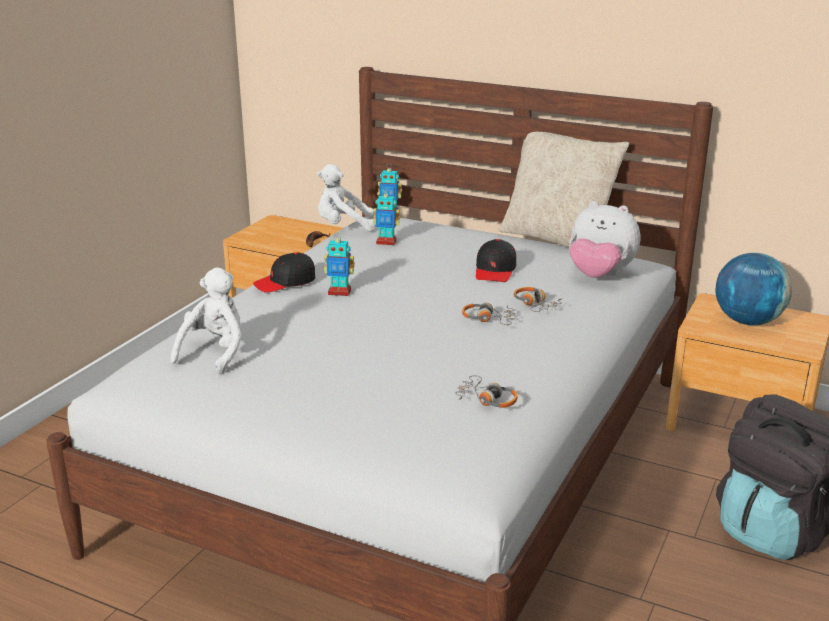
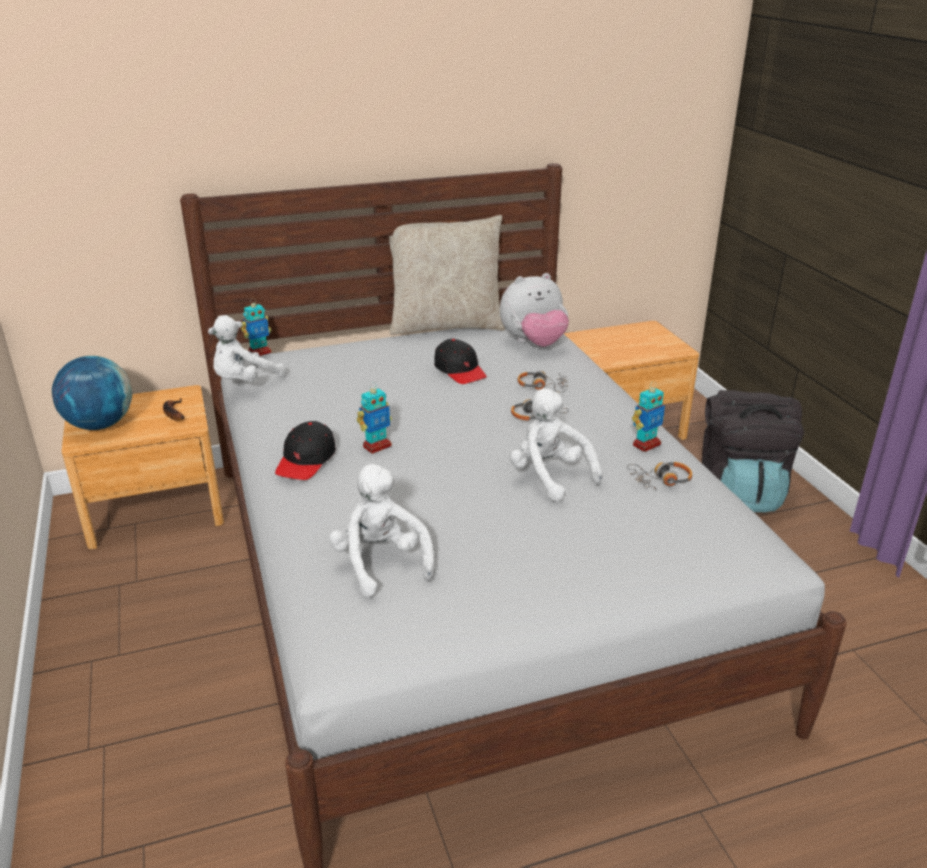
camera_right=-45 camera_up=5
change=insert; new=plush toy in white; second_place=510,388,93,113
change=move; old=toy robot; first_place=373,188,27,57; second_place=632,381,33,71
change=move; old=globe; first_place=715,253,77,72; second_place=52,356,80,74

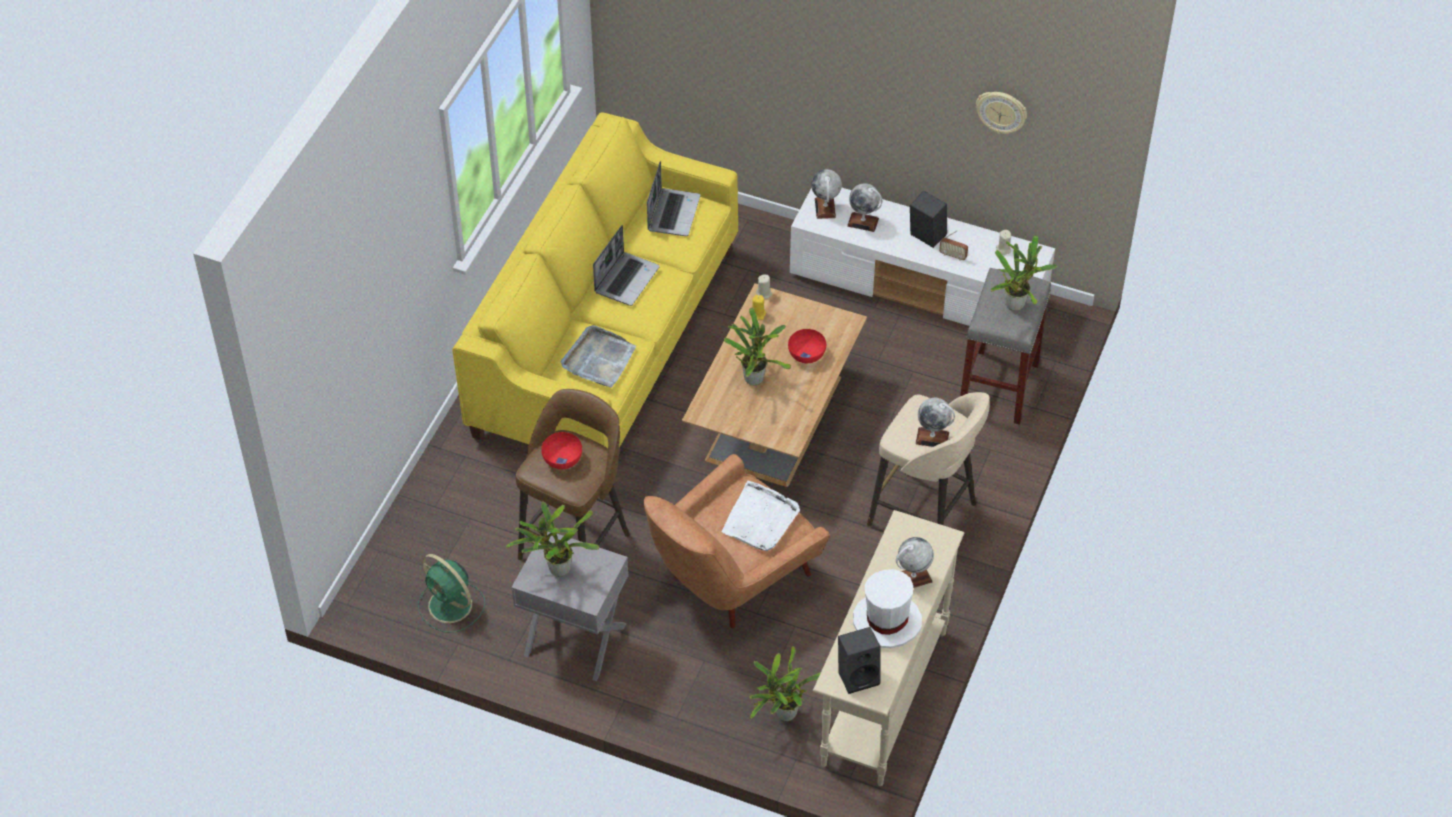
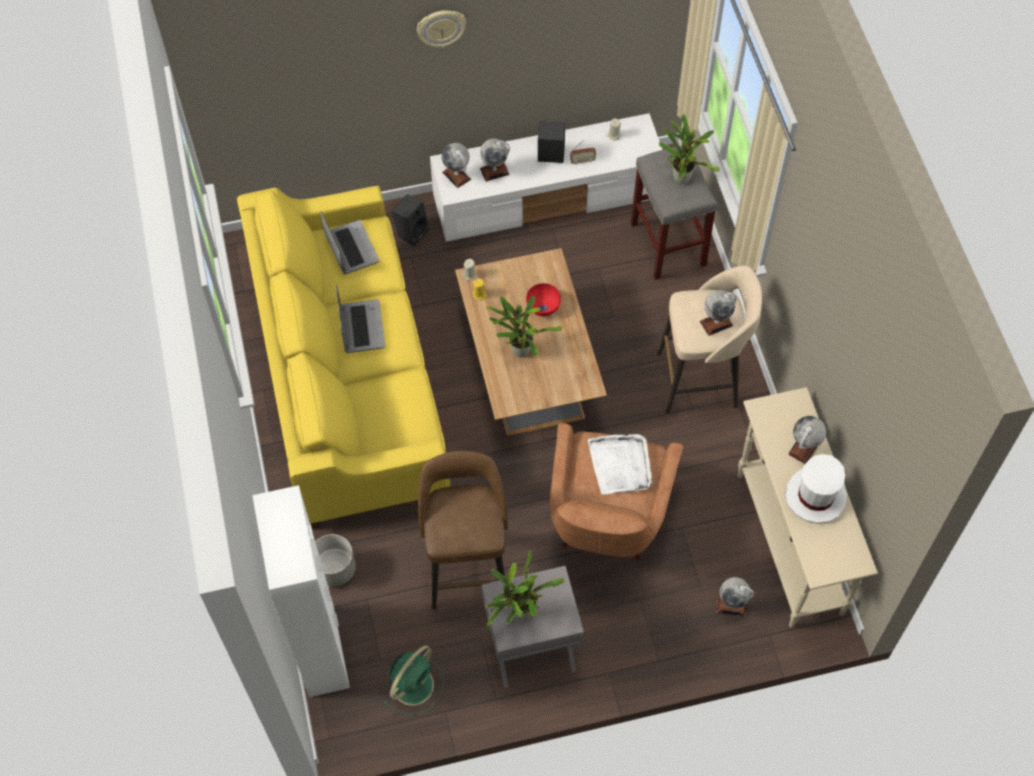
camera_right=-35 camera_up=10
change=delete; old=bowl in red; first_place=541,432,41,37
change=delete; old=tray in grey; first_place=561,325,75,63
change=insert; new=cabinet in white; second_place=252,485,98,212
change=insert; new=planter in grey; second_place=315,534,41,53
change=move; old=speaker in black; first_place=838,627,43,67; second_place=392,194,37,52
change=move; old=wall clock; first_place=976,92,51,42; second_place=417,10,49,38
change=replace; old=potted plant; new=globe; first_place=750,646,71,75; second_place=717,577,37,39
change=rotate; old=fan in green; first_place=418,554,67,79; second_place=384,645,60,70; degrees=-60

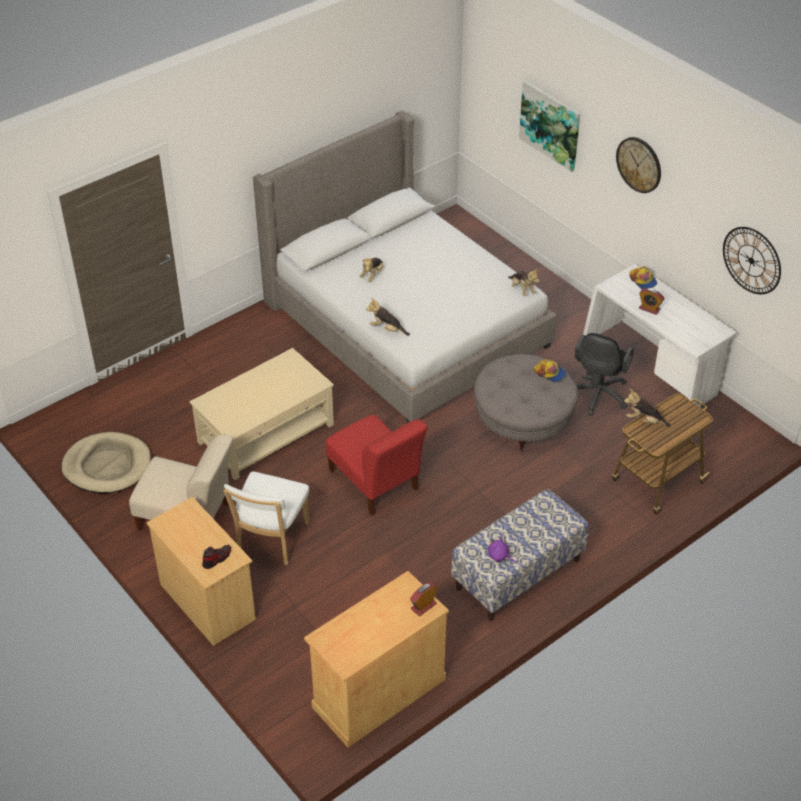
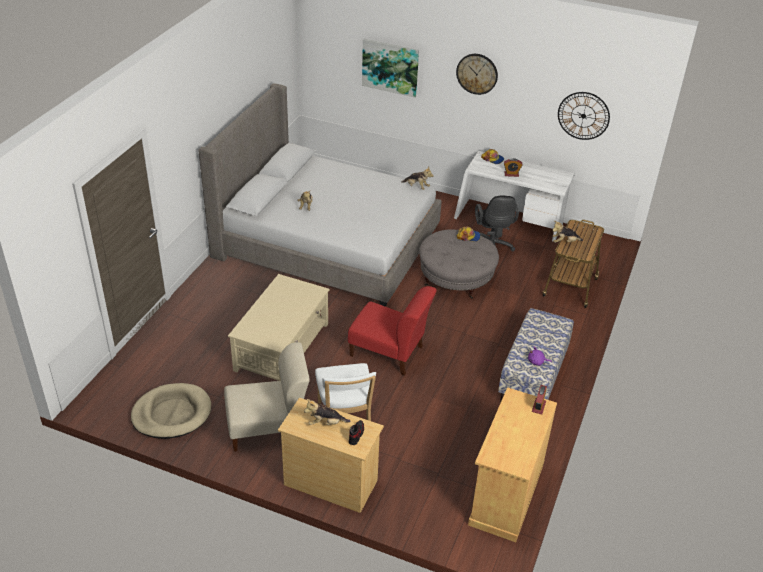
camera_right=-30 camera_up=-5
change=move; old=plush toy; first_place=366,298,44,37; second_place=304,399,46,26

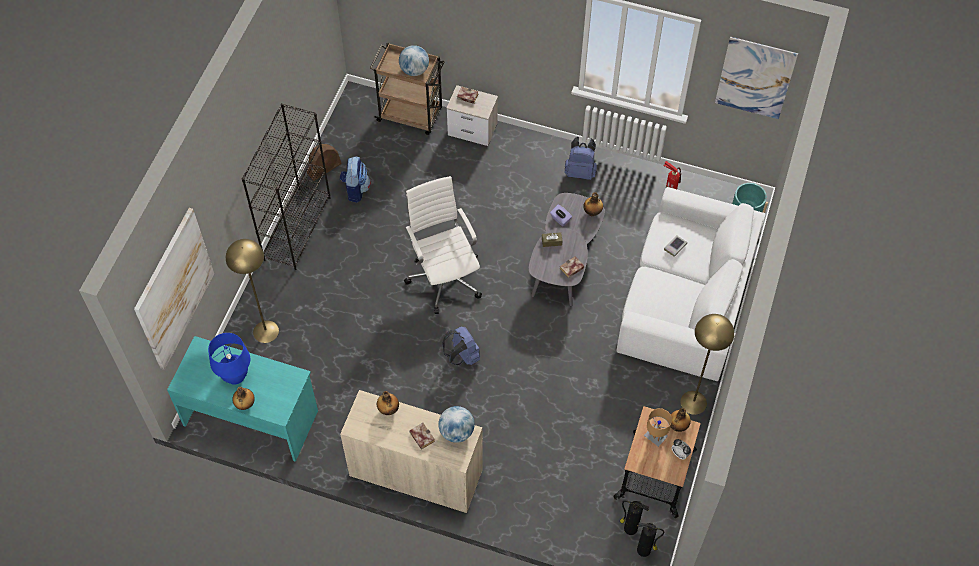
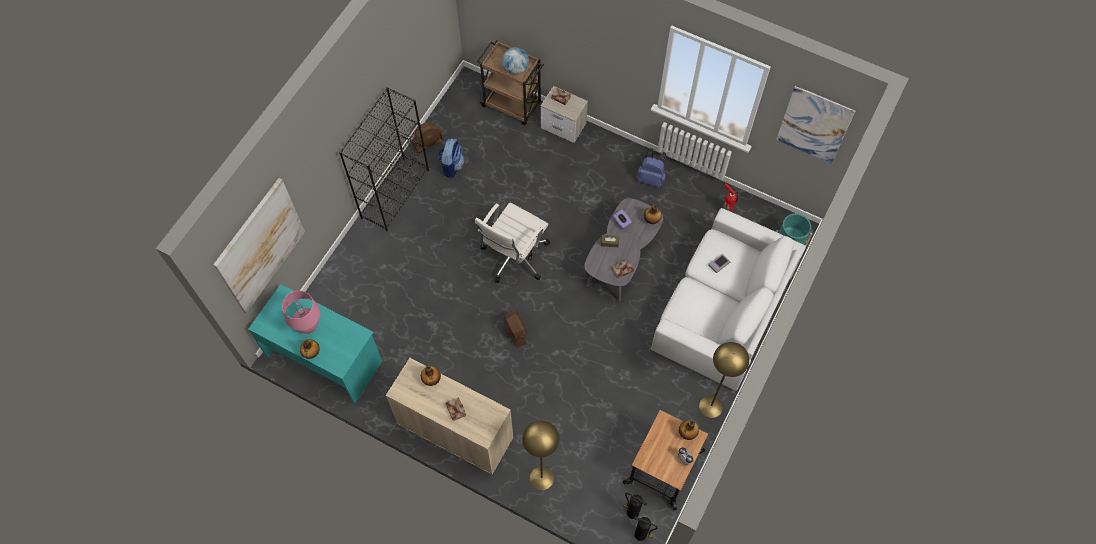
camera_right=10 camera_up=5
change=delete; old=globe; first_place=438,406,37,37
change=delete; old=table lamp in brown; first_place=644,408,28,39
change=move; old=floor lamp in yellow; first_place=226,239,53,104; second_place=522,420,38,70
change=replace; old=backpack in blue; new=fan in brown; first_place=442,326,38,39; second_place=504,310,23,38
change=recolor; old=table lamp in blue; new=table lamp in pink; first_place=208,333,42,52; second_place=282,291,38,43
change=rotate; old=office chair in white; first_place=404,176,78,138; second_place=475,203,75,80; degrees=-135

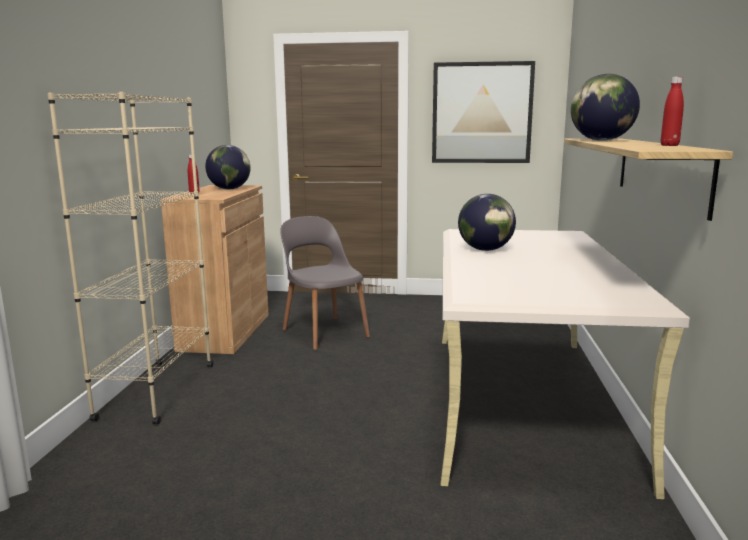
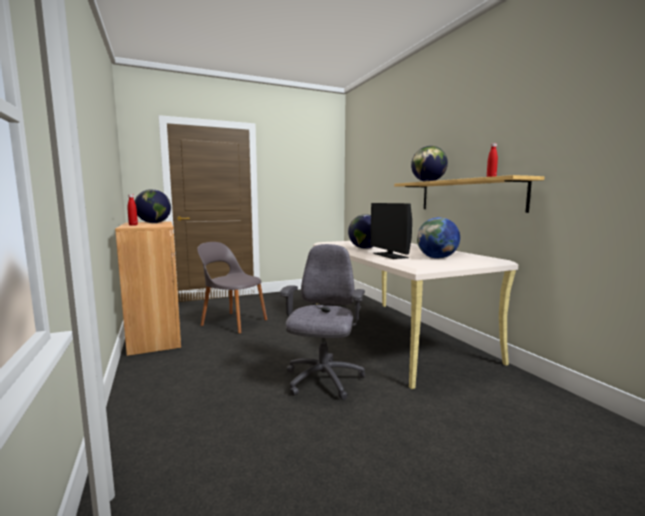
camera_right=-30 camera_up=-5
change=delete; old=bookcase in beige; first_place=47,92,167,332
change=delete; old=picture; first_place=432,61,103,102
change=insert; new=office chair in grey; second_place=280,244,85,156
change=insert; new=monitor; second_place=370,203,42,56
change=insert; new=globe; second_place=417,217,43,42

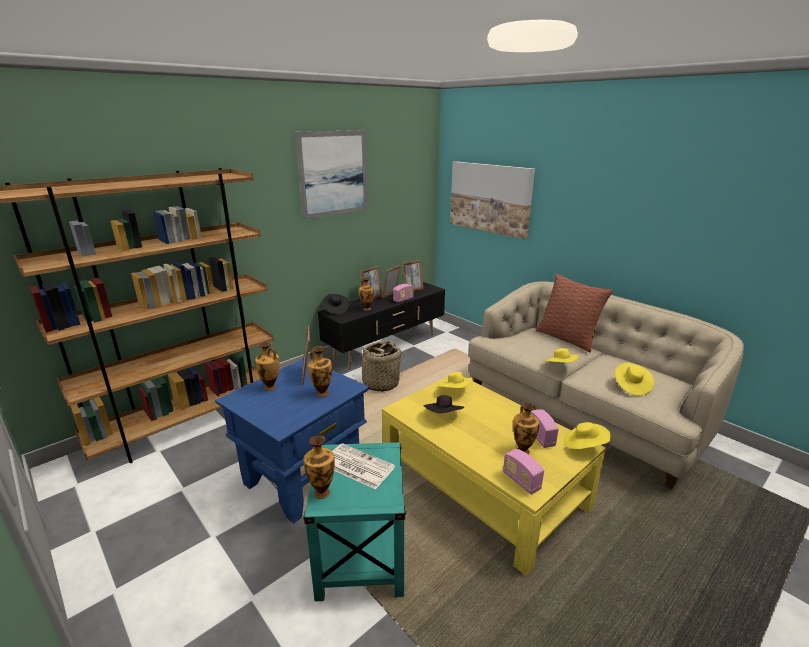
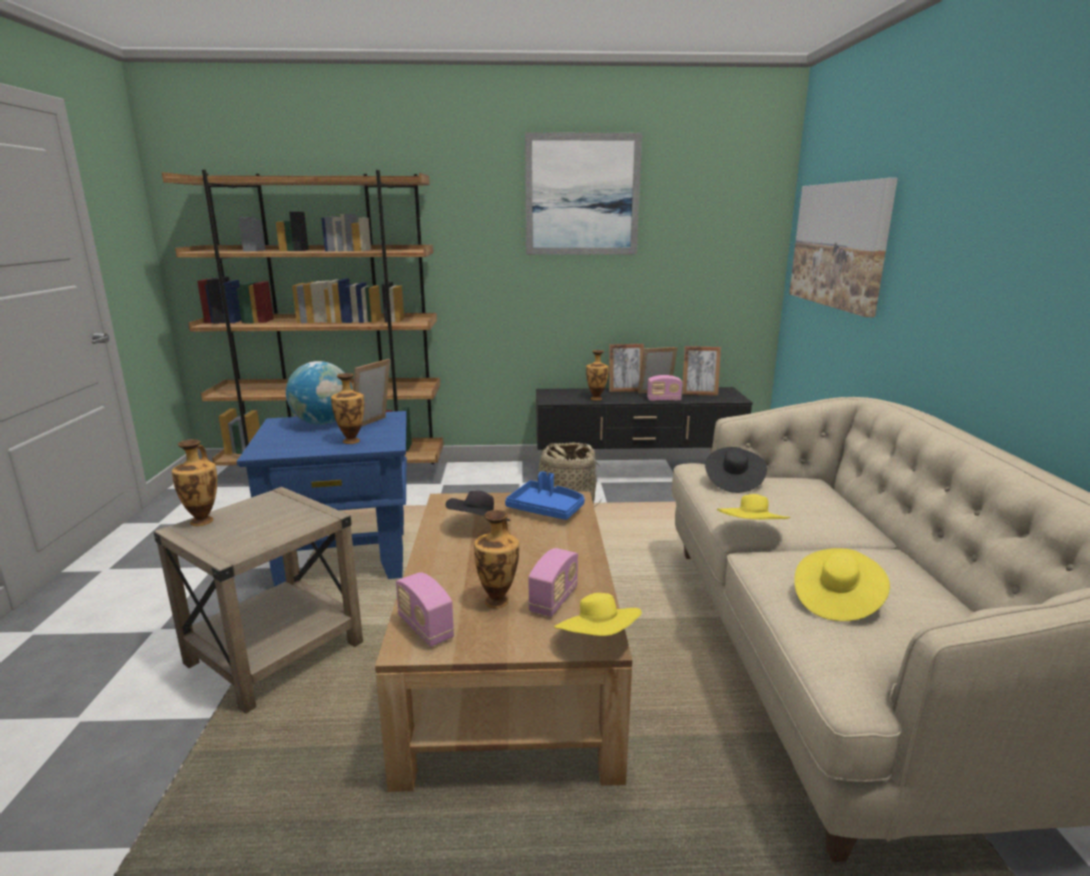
camera_right=40 camera_up=-5
change=delete; old=newspaper; first_place=332,443,63,46
change=delete; old=pillow; first_place=536,274,77,78
change=move; old=hat in black; first_place=322,294,27,20; second_place=705,447,62,46
change=replace; old=vase; new=globe; first_place=255,341,25,50; second_place=286,361,67,64
change=replace; old=hat in yellow; new=tray in blue; first_place=437,372,37,16; second_place=505,471,80,49
change=recolor; old=side table in turquoise; new=side table in beige; first_place=303,442,103,159; second_place=154,487,209,227
change=recolor; old=coffee table in yellow; new=coffee table in brown; first_place=382,376,224,200; second_place=375,491,257,301
change=rotate; old=radio; first_place=503,449,41,45; second_place=396,572,58,75; degrees=-45

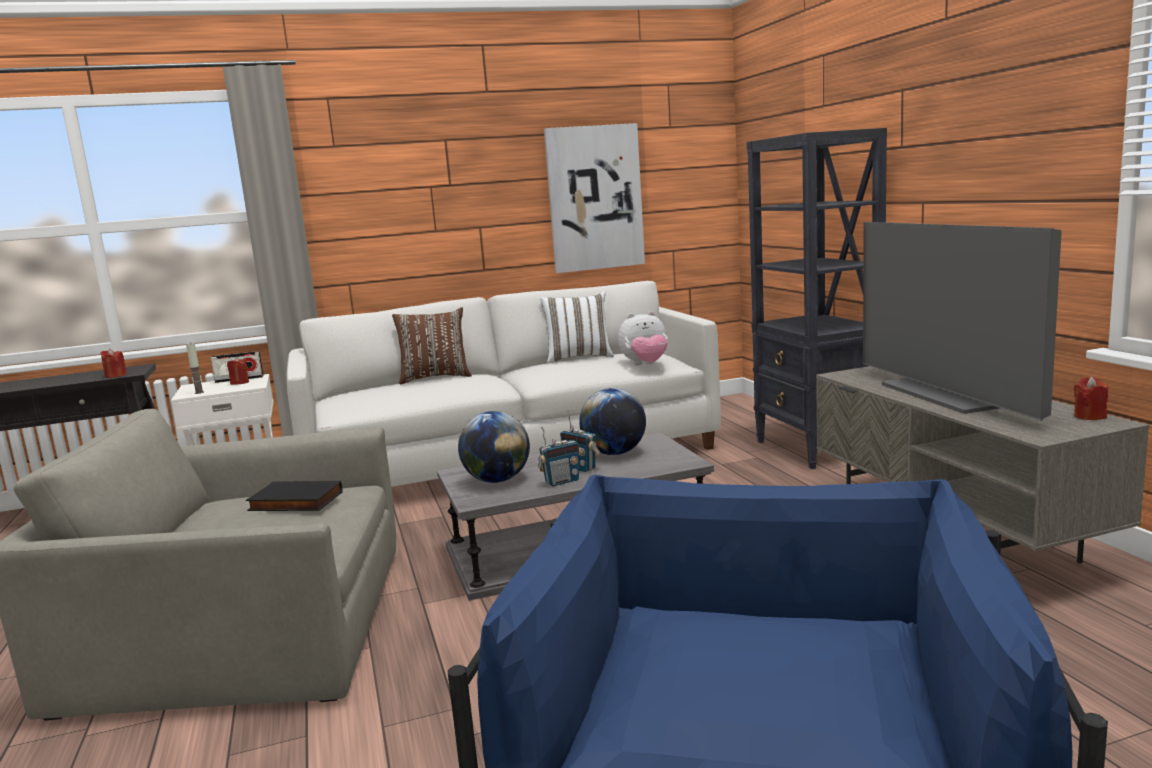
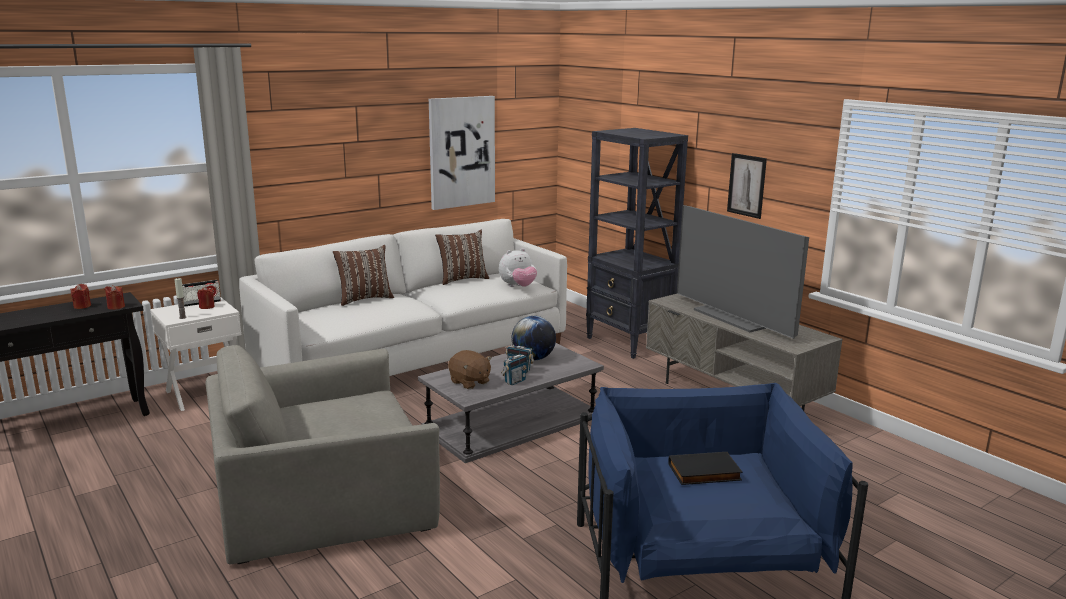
camera_right=-20 camera_up=5
change=insert; new=picture; second_place=727,153,40,66
change=move; old=book in black; first_place=246,481,97,30; second_place=668,452,75,33
change=move; old=candle in red; first_place=1074,376,34,44; second_place=70,284,21,25
change=replace; old=globe; new=plush toy in brown; first_place=458,411,72,72; second_place=448,350,44,39
change=recolor; old=pillow in white; new=pillow in brown; first_place=540,291,74,72; second_place=435,230,54,55

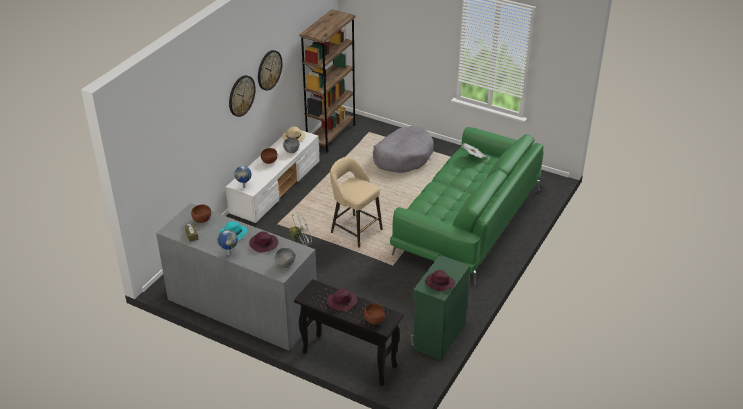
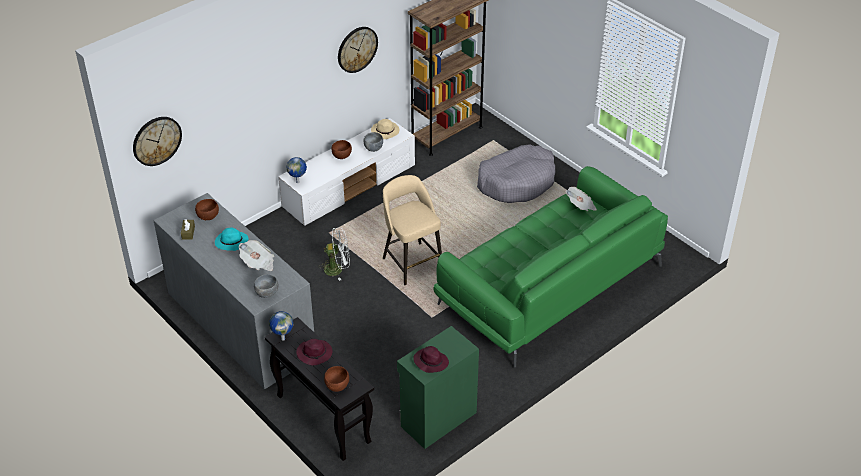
camera_right=20 camera_up=5
change=move; old=globe; first_place=218,230,20,25; second_place=269,311,24,29
change=move; old=wall clock; first_place=229,75,27,42; second_place=133,117,49,49
change=replace; old=hat in purple; new=newspaper; first_place=249,231,29,22; second_place=239,240,35,31

